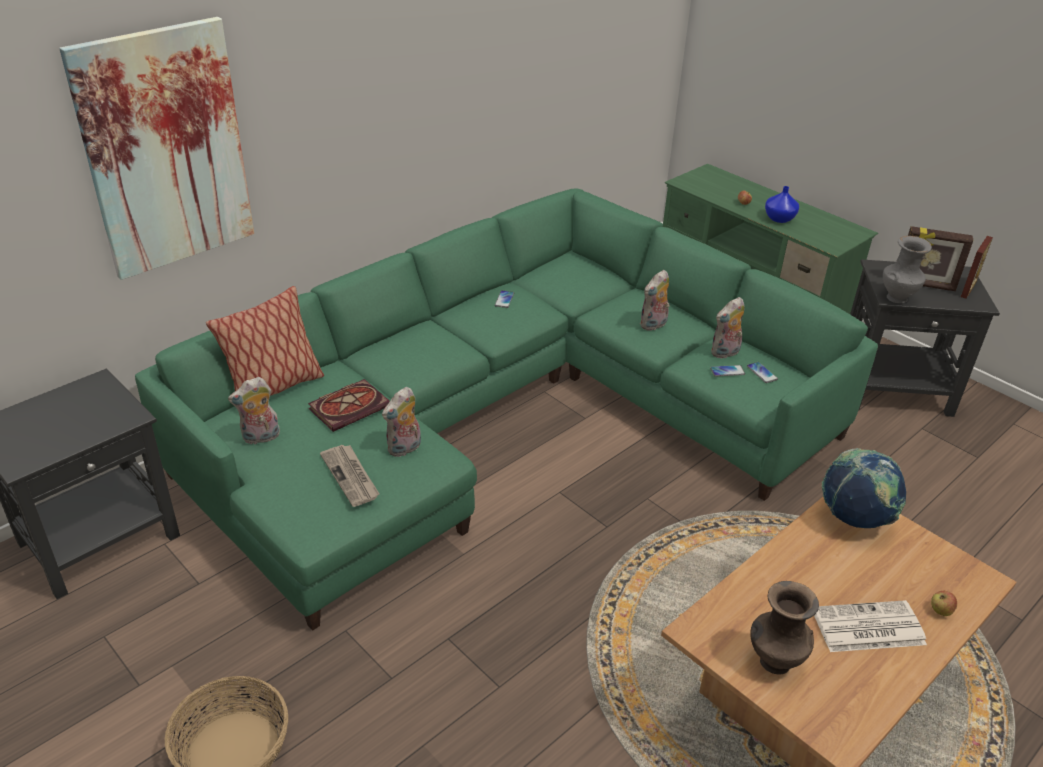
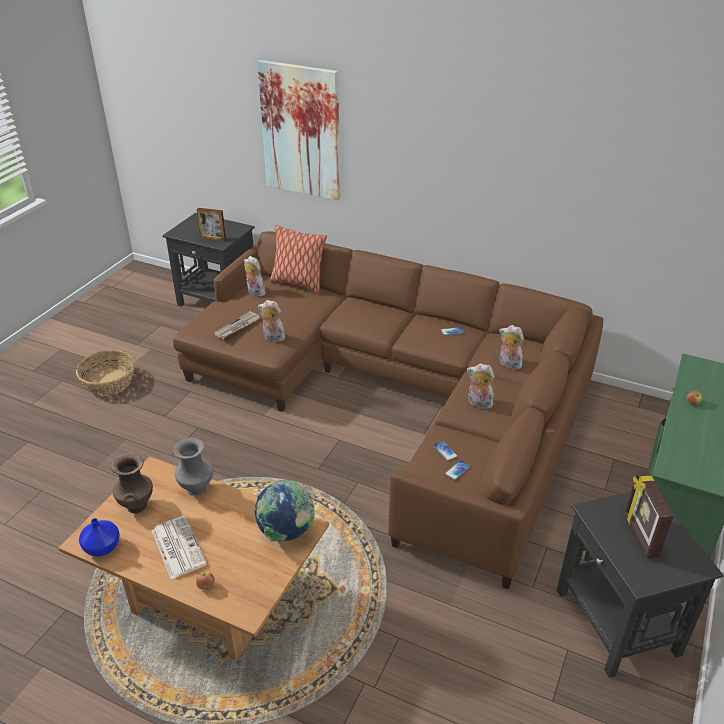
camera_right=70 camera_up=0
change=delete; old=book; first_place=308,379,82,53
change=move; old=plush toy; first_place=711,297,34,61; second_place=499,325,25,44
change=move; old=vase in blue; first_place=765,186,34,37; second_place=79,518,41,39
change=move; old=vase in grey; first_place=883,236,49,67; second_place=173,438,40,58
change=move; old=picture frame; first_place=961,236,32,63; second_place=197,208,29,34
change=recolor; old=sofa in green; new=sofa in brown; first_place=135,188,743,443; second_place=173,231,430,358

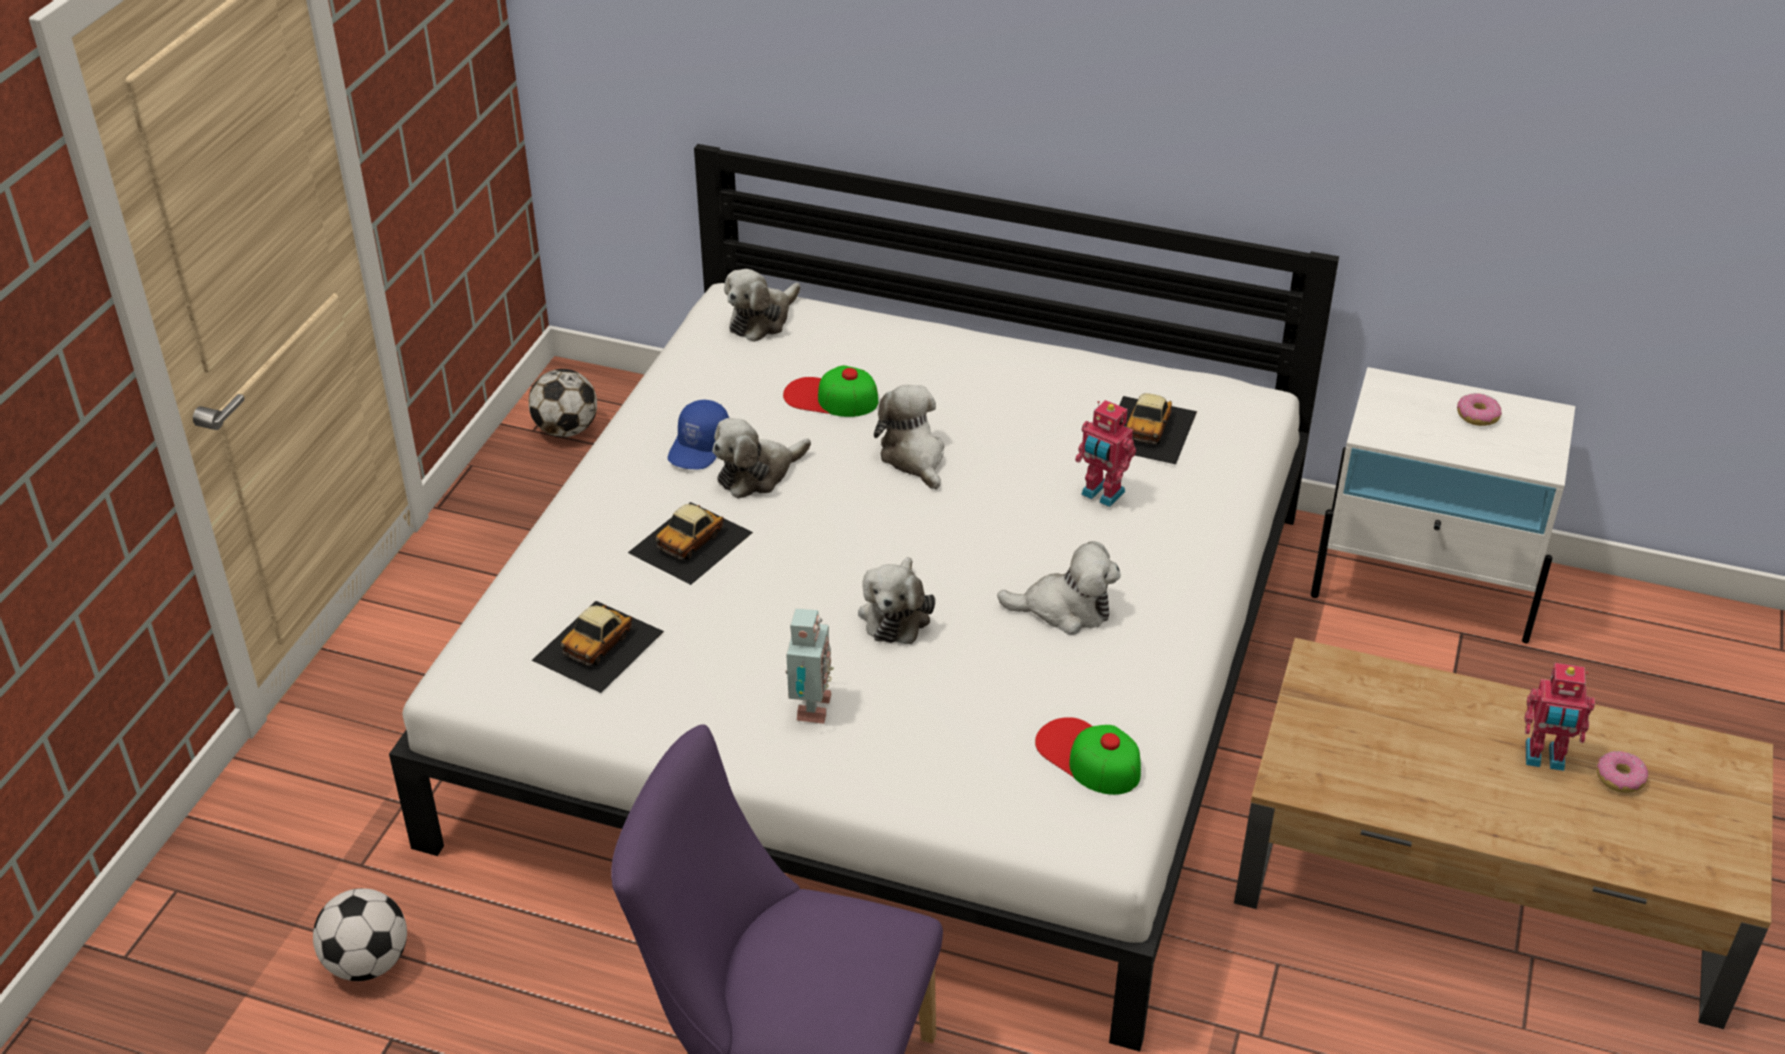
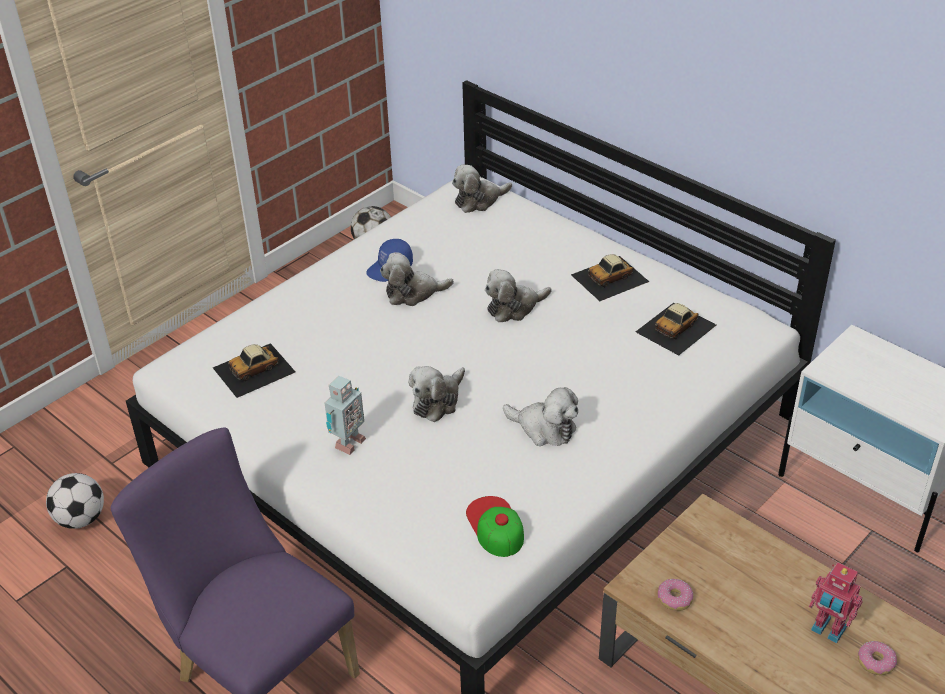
camera_right=25 camera_up=0
change=delete; old=cap; first_place=783,365,95,52
change=delete; old=toy robot; first_place=1075,400,61,107
change=move; old=toy car; first_place=628,502,125,83; second_place=571,254,78,47
change=move; old=donut; first_place=1457,393,45,33; second_place=658,579,36,32
change=rotate; old=plush toy; first_place=874,385,70,105; second_place=485,269,67,53; degrees=-120

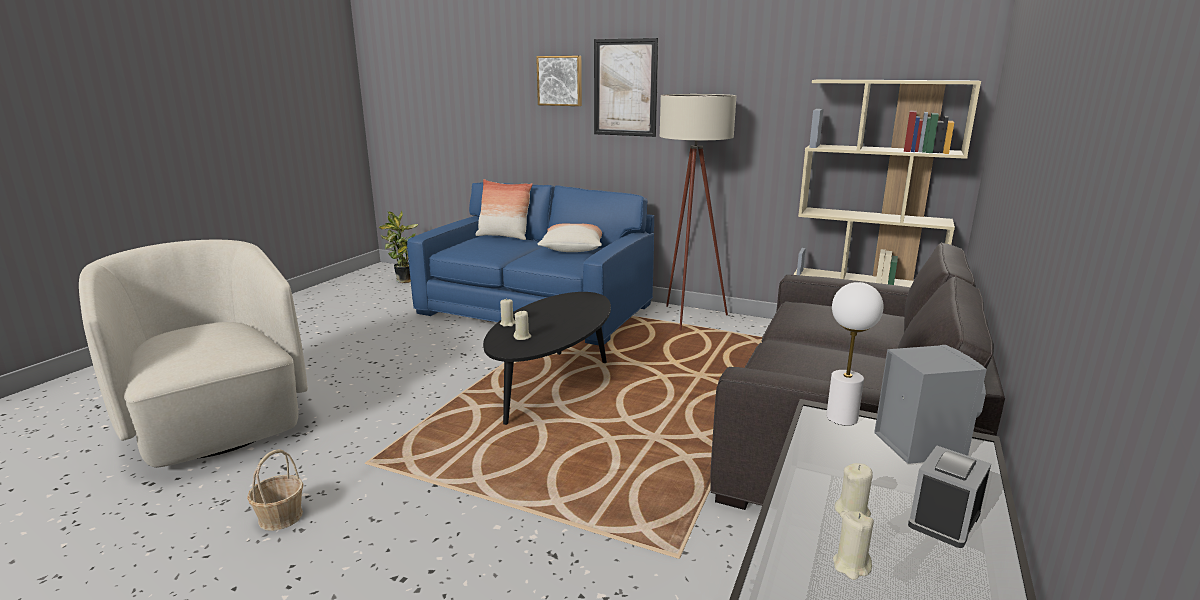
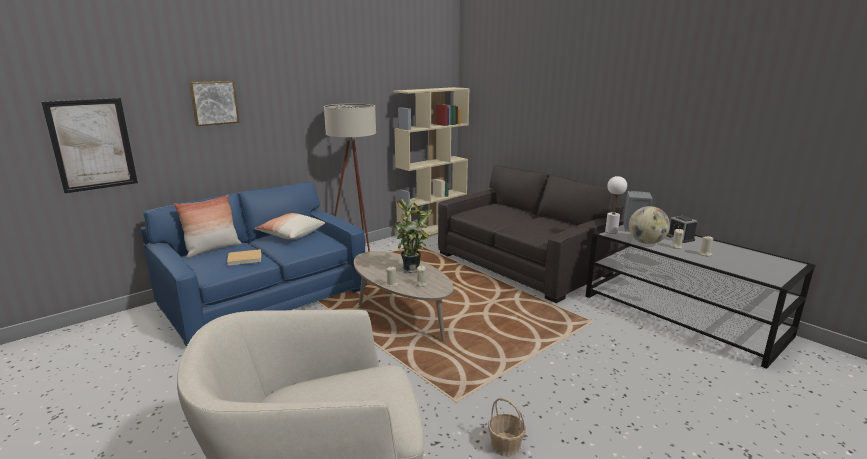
camera_right=-65 camera_up=0
change=insert; new=book in beige; second_place=227,249,34,17
change=insert; new=globe; second_place=629,206,41,38
change=move; old=potted plant; first_place=379,210,39,73; second_place=392,197,40,76
change=move; old=picture; first_place=594,38,65,99; second_place=42,98,96,95
change=recolor; old=coffee table in black; new=coffee table in beige; first_place=483,292,128,133; second_place=354,251,100,91

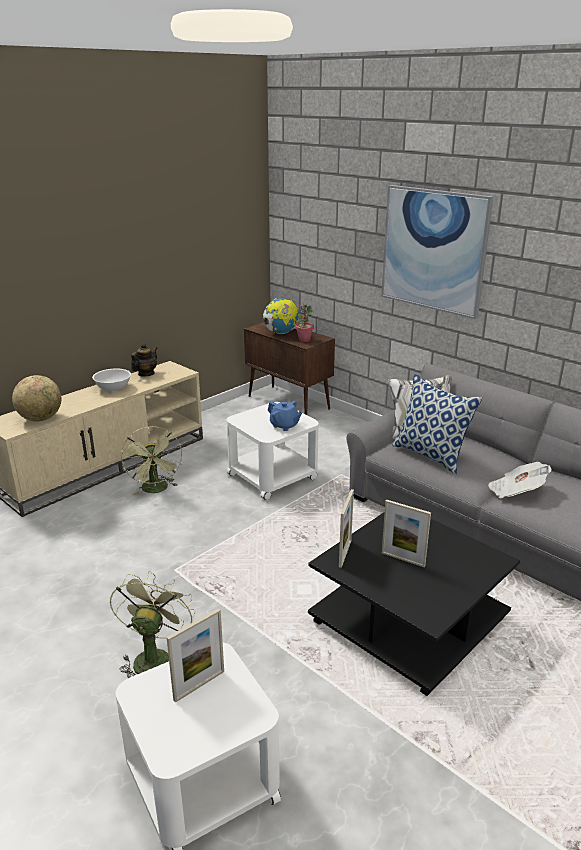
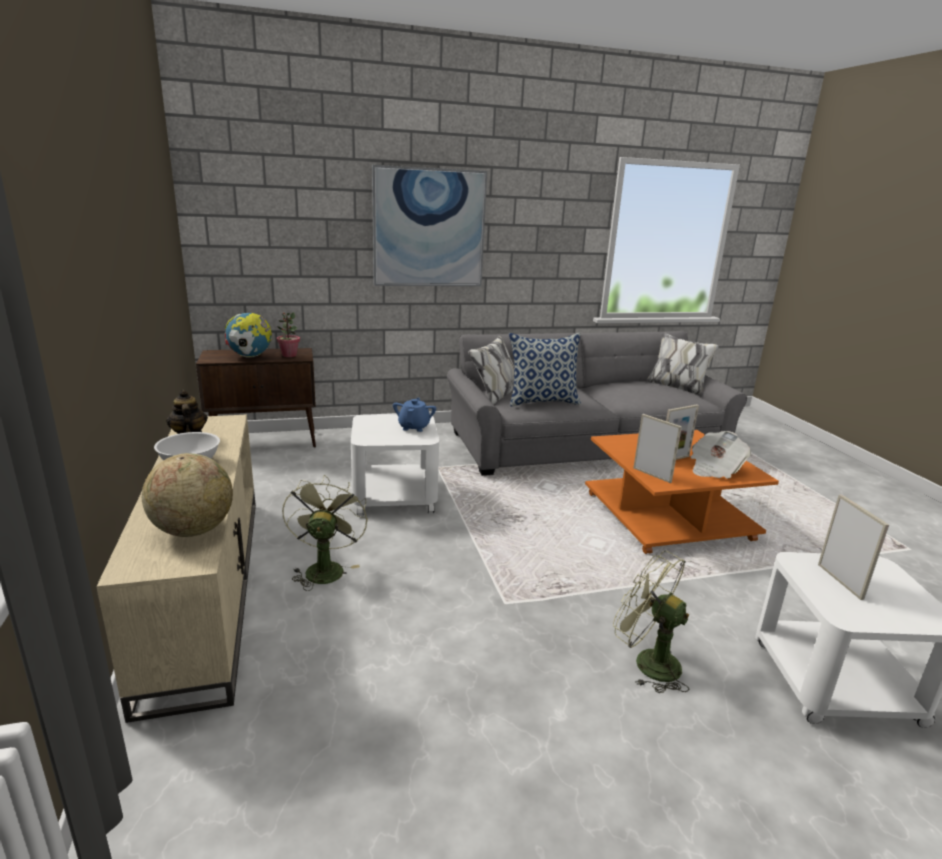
camera_right=-60 camera_up=-5
change=move; old=newspaper; first_place=488,462,64,37; second_place=691,431,60,48
change=recolor; old=coffee table in black; new=coffee table in orange; first_place=308,512,212,184; second_place=585,430,194,124
change=rotate; old=fan in green; first_place=121,426,61,69; second_place=282,475,86,116; degrees=-105
change=rotate; old=teapot in blue; first_place=268,401,35,30; second_place=393,398,43,34; degrees=-60

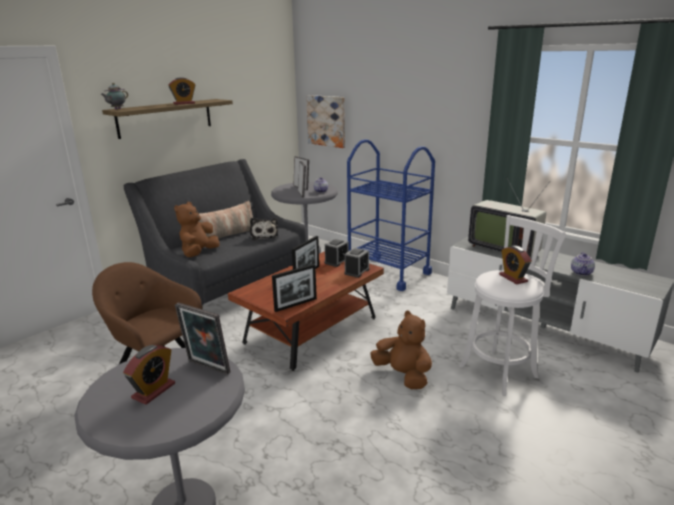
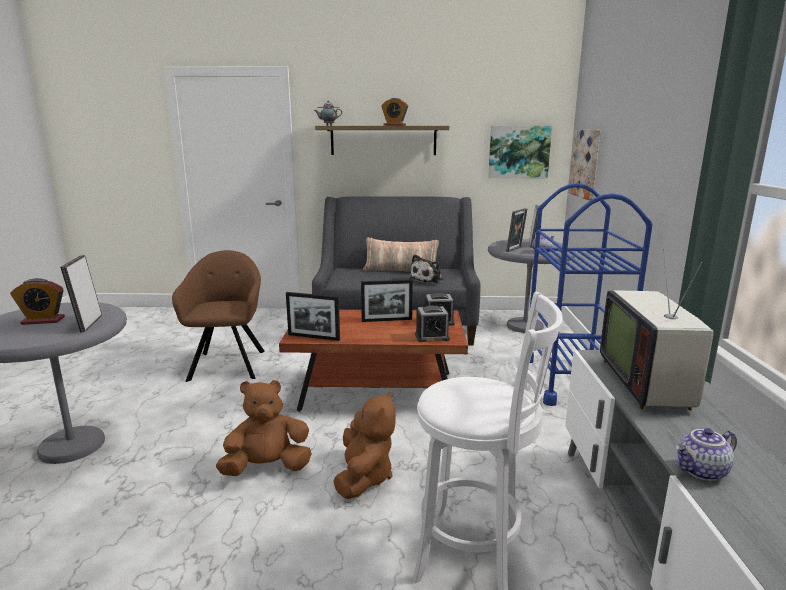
camera_right=50 camera_up=-5
change=delete; old=alarm clock; first_place=499,245,33,39
change=insert; new=picture; second_place=488,126,64,52
change=move; old=plush toy in brown; first_place=174,202,46,55; second_place=216,380,96,96

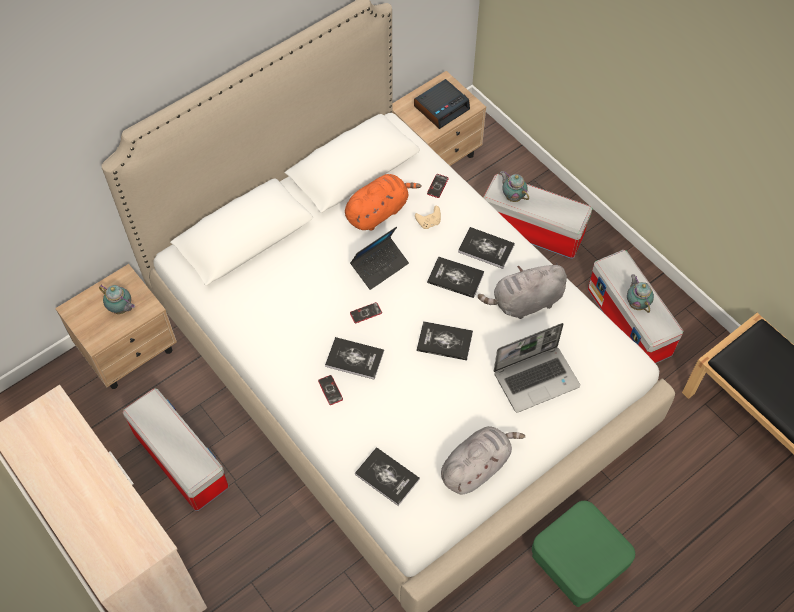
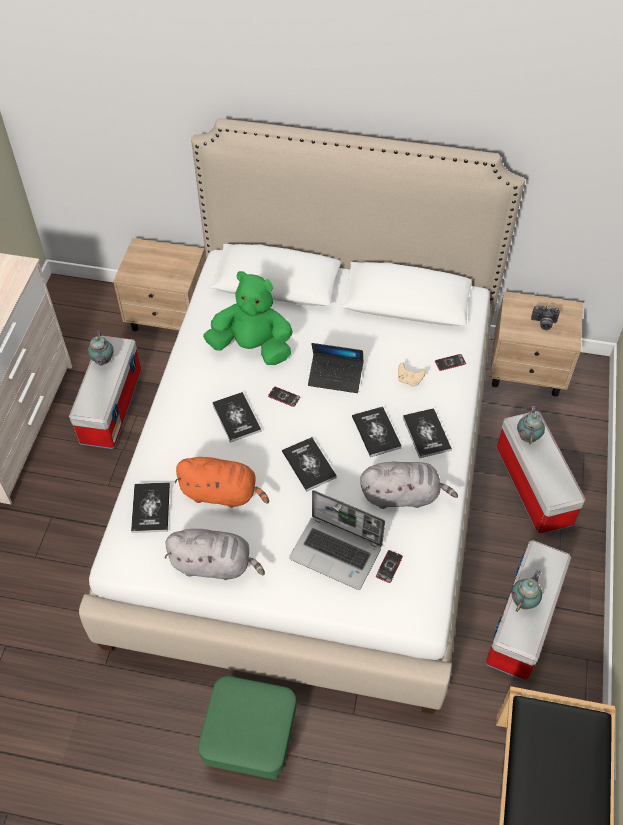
camera_right=50 camera_up=-5
change=insert; new=plush toy in green; second_place=203,271,90,94
change=move; old=teapot; first_place=99,285,36,29; second_place=88,331,25,34
change=move; old=phone; first_place=318,375,25,30; second_place=376,550,27,33
change=move; old=plush toy in orange; first_place=345,174,77,57; second_place=174,457,95,51
change=replace; old=alarm clock; new=photo camera; first_place=414,79,56,50; second_place=531,306,29,24
change=rotate; old=plush toy in grey; first_place=478,263,89,56; second_place=360,462,98,47; degrees=150

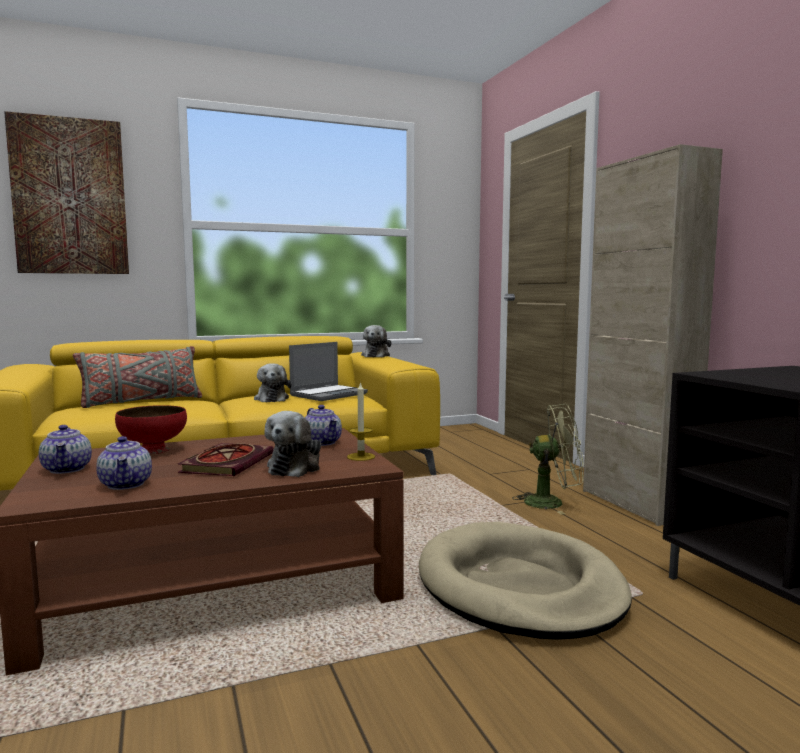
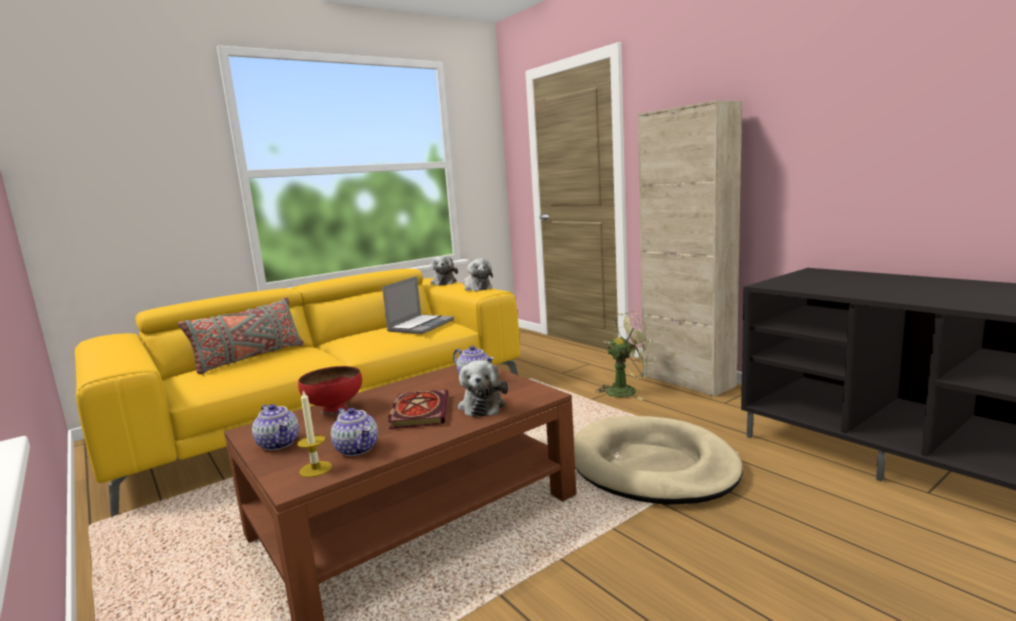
camera_right=-15 camera_up=5
change=delete; old=picture; first_place=4,111,125,163
change=move; old=plush toy; first_place=254,364,38,38; second_place=463,259,30,32
change=move; old=candle; first_place=347,382,28,79; second_place=297,389,35,88

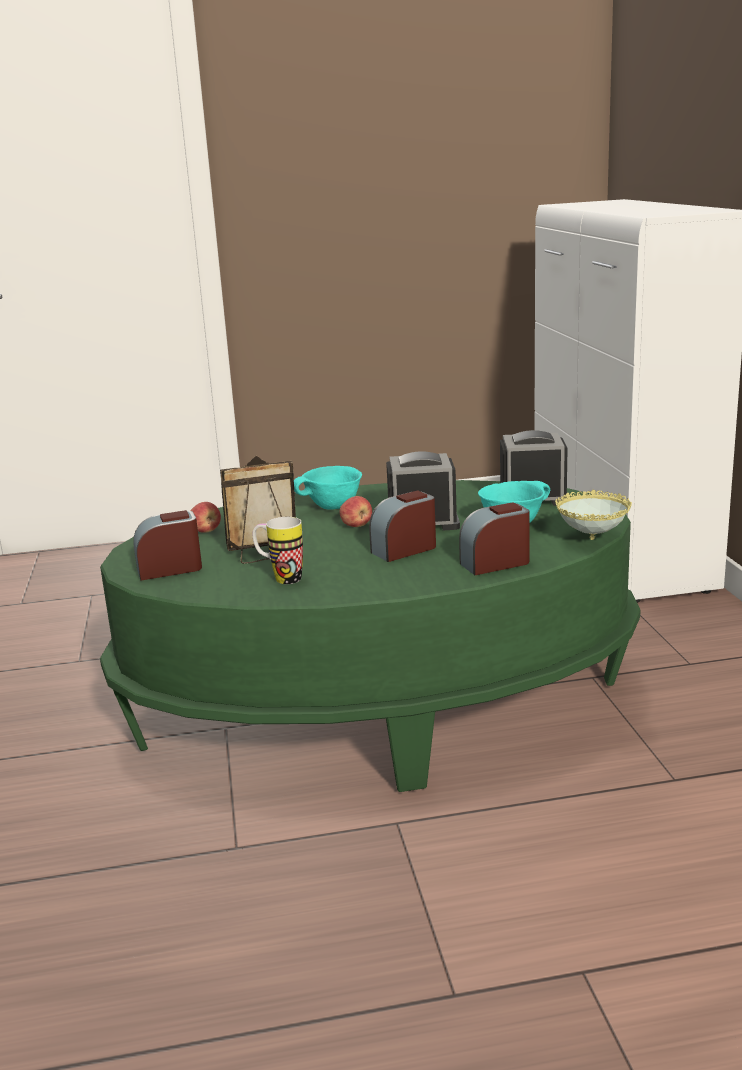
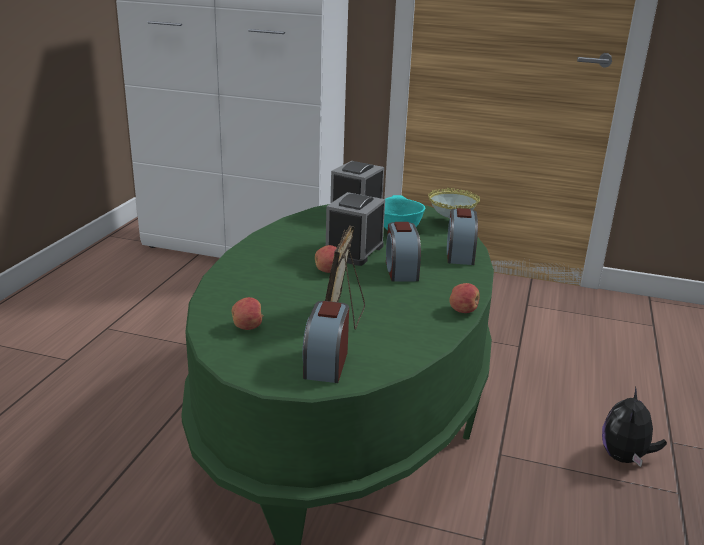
camera_right=-65 camera_up=5
change=delete; old=mug; first_place=253,517,50,67
change=delete; old=bowl in turquoise; first_place=294,466,68,43
change=insert; new=apple; second_place=450,283,30,30
change=insert; new=plush toy; second_place=602,386,65,81

